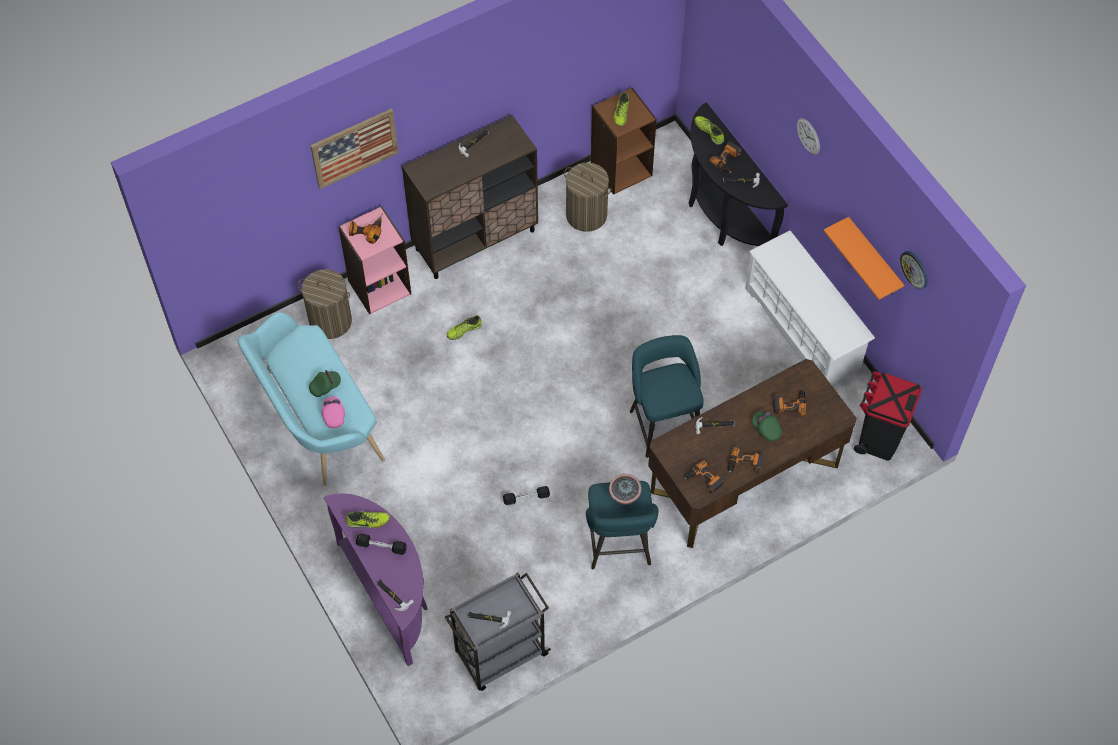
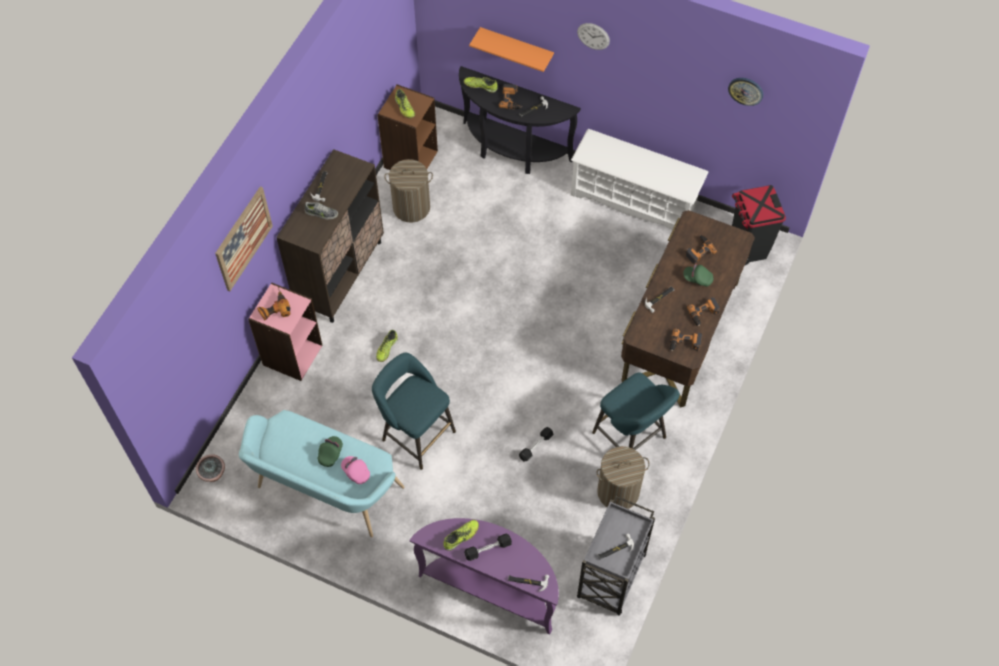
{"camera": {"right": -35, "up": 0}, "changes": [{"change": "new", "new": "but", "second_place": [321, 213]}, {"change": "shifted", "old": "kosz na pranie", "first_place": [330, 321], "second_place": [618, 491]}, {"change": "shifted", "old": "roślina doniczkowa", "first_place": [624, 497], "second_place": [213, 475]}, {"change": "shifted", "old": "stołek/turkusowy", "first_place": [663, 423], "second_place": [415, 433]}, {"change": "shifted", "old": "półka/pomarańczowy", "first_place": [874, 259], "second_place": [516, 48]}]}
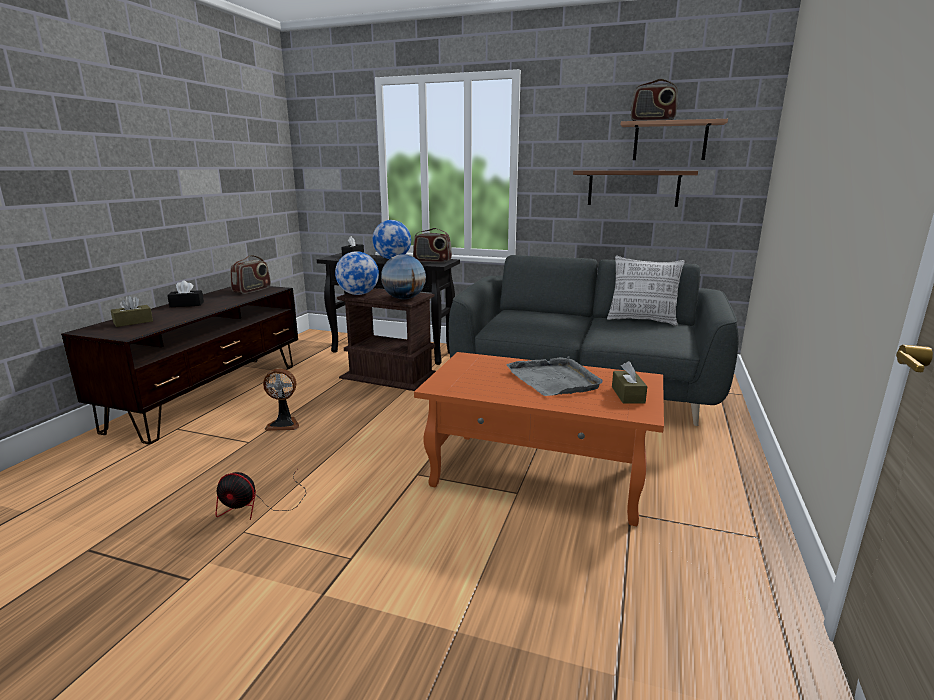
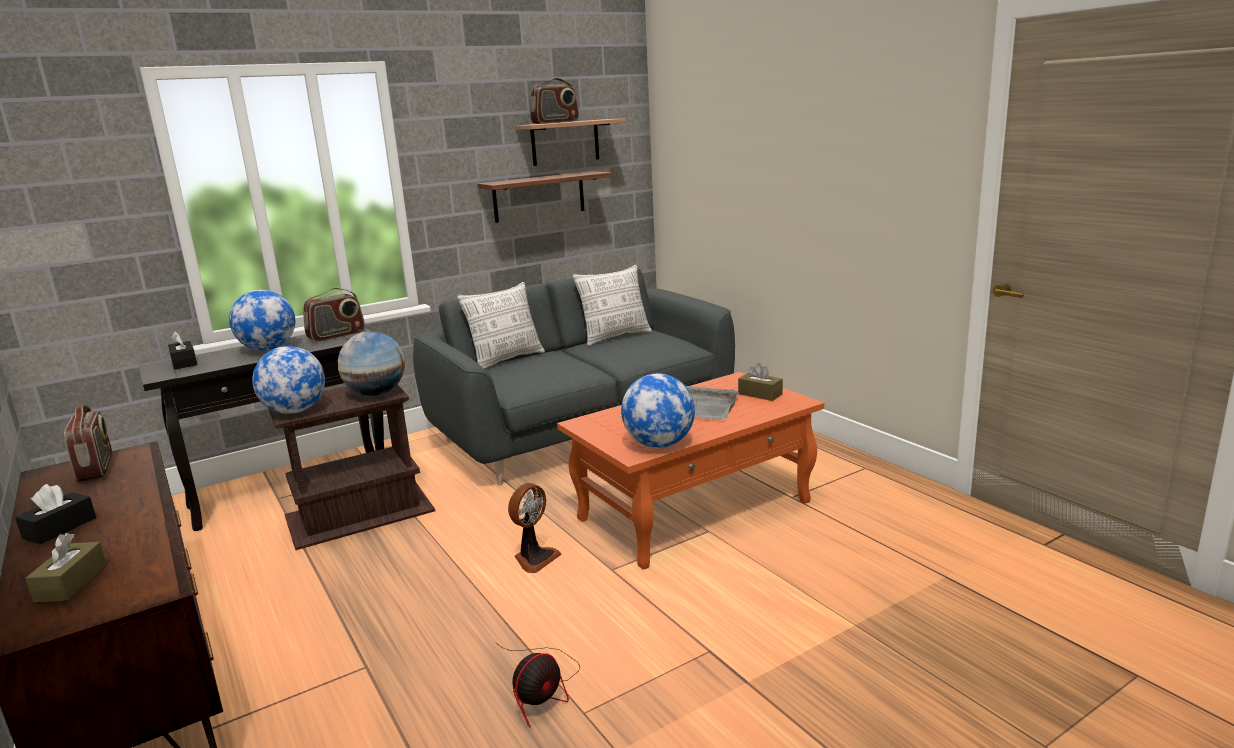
{"camera": {"right": -50, "up": 0}, "changes": [{"change": "new", "new": "poduszka", "second_place": [506, 360]}, {"change": "new", "new": "globus", "second_place": [659, 444]}, {"change": "shifted", "old": "wentylator", "first_place": [284, 424], "second_place": [534, 558]}]}
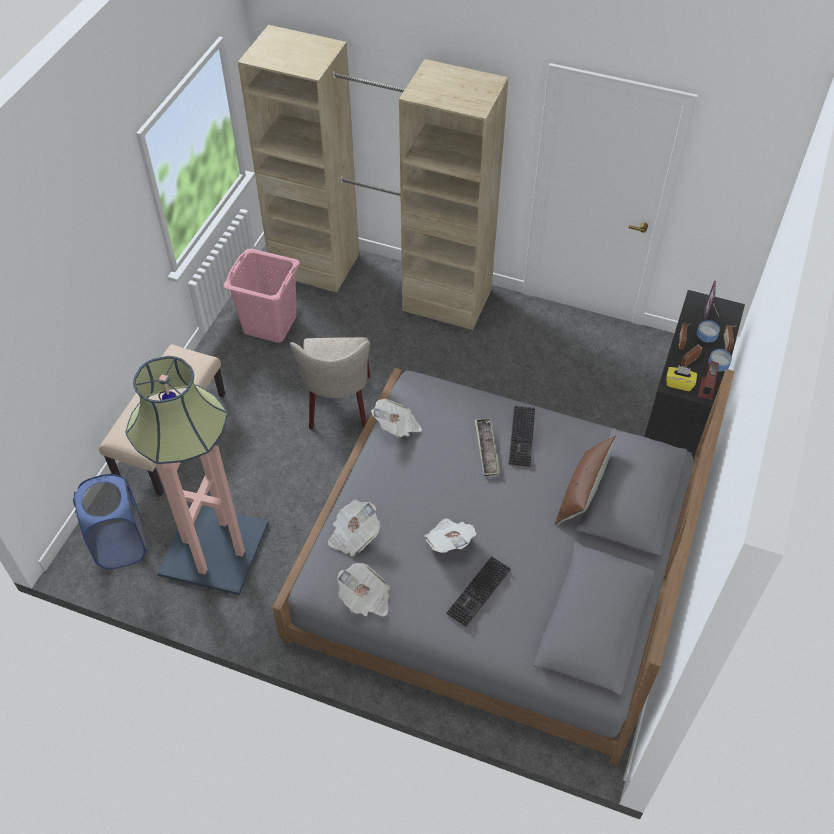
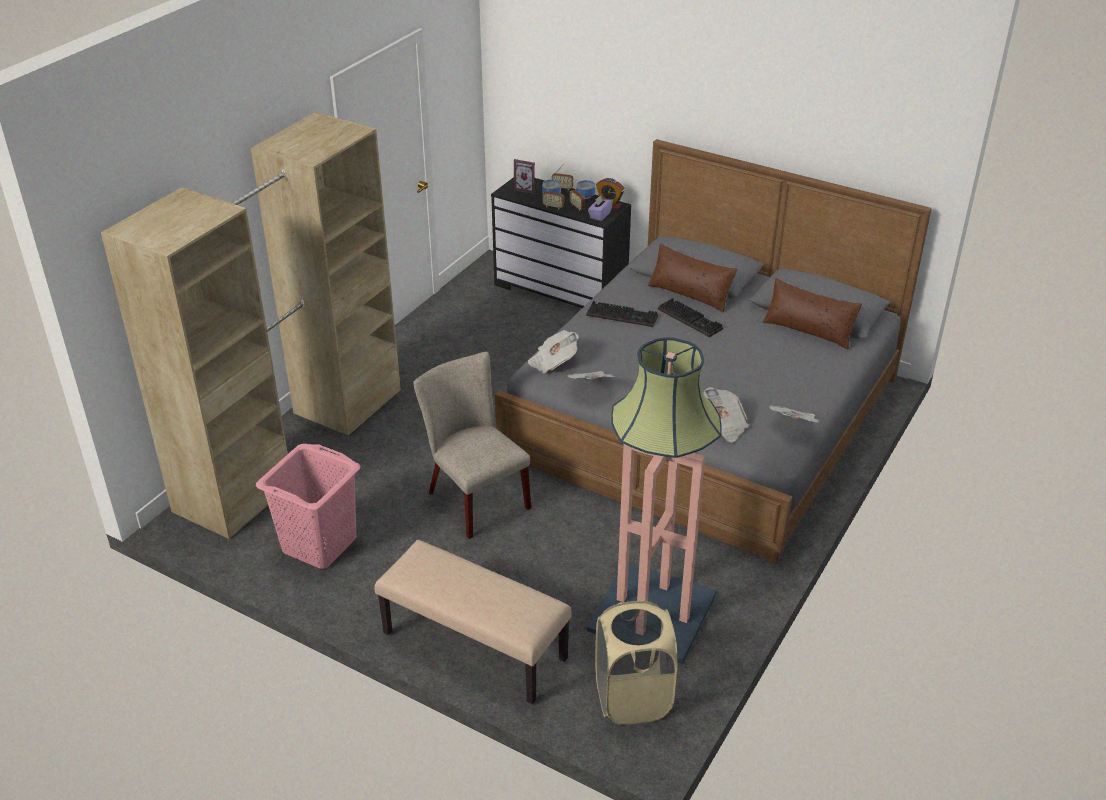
{"camera": {"right": -80, "up": -15}, "changes": [{"change": "gone", "old": "taca", "first_place": [486, 449]}, {"change": "new", "new": "poduszka/brązowy", "second_place": [808, 330]}, {"change": "shifted", "old": "gazeta", "first_place": [449, 541], "second_place": [553, 362]}, {"change": "shifted", "old": "klawiatura", "first_place": [479, 593], "second_place": [691, 319]}, {"change": "repainted", "old": "kosz na pranie/niebieski", "new": "kosz na pranie/beżowy", "first_place": [121, 544], "second_place": [633, 698]}, {"change": "repainted", "old": "pudełko chusteczek/żółty", "new": "pudełko chusteczek/fioletowy", "first_place": [679, 383], "second_place": [600, 215]}, {"change": "rotated", "old": "krzesło/beżowy", "first_place": [338, 406], "second_place": [473, 497], "degrees": -135}]}
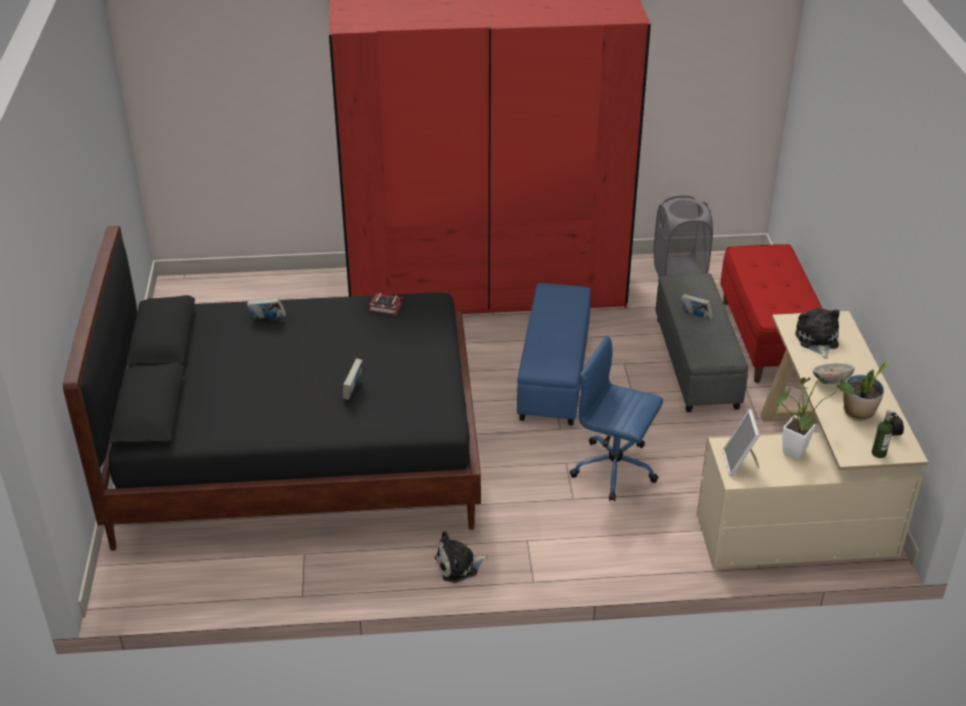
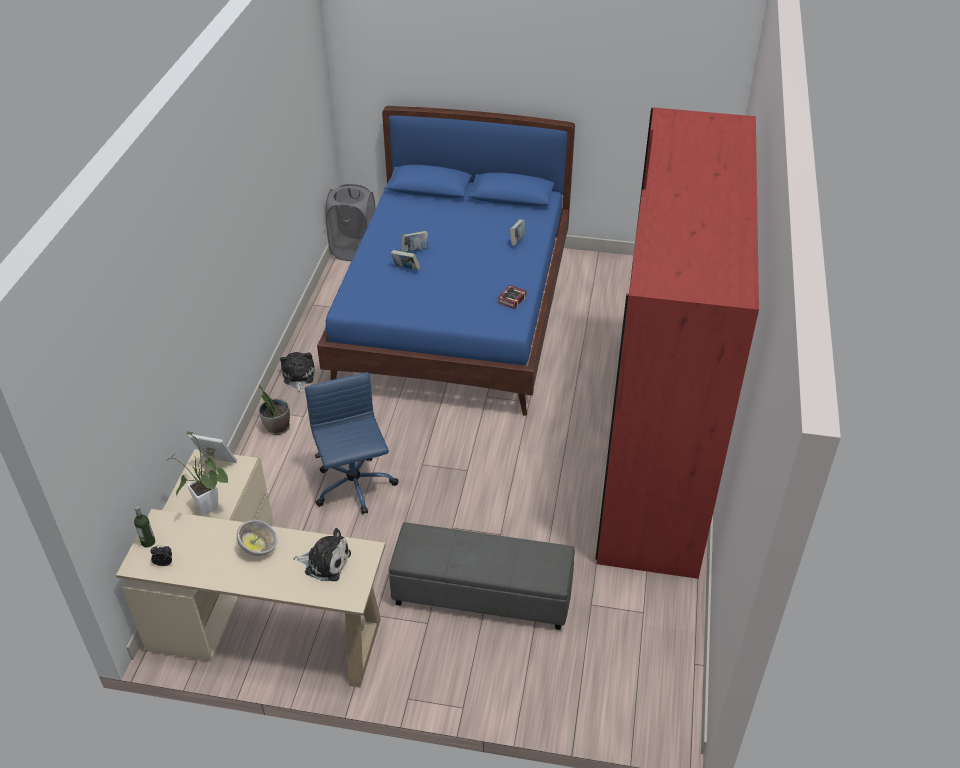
{"camera": {"right": 105, "up": 5}, "changes": [{"change": "gone", "old": "pufa/niebieski", "first_place": [555, 374]}, {"change": "gone", "old": "ławka/czerwony", "first_place": [767, 339]}, {"change": "shifted", "old": "kosz na pranie/szary", "first_place": [679, 274], "second_place": [354, 250]}, {"change": "shifted", "old": "książka", "first_place": [695, 317], "second_place": [415, 251]}, {"change": "shifted", "old": "roślina doniczkowa", "first_place": [858, 413], "second_place": [277, 427]}, {"change": "repainted", "old": "łóżko/czarny", "new": "łóżko/niebieski", "first_place": [298, 453], "second_place": [455, 316]}, {"change": "rotated", "old": "krzesło biurowe/niebieski", "first_place": [616, 469], "second_place": [354, 487], "degrees": -60}]}
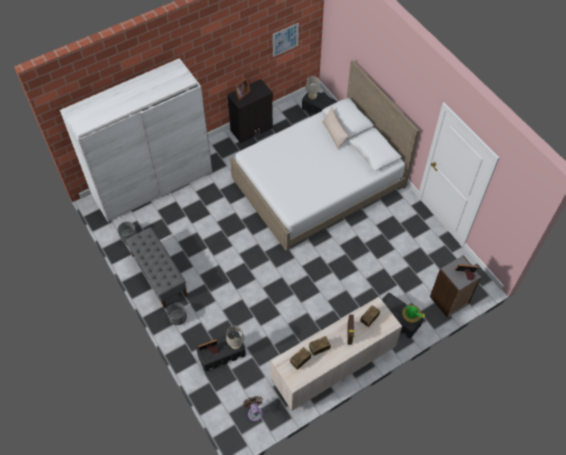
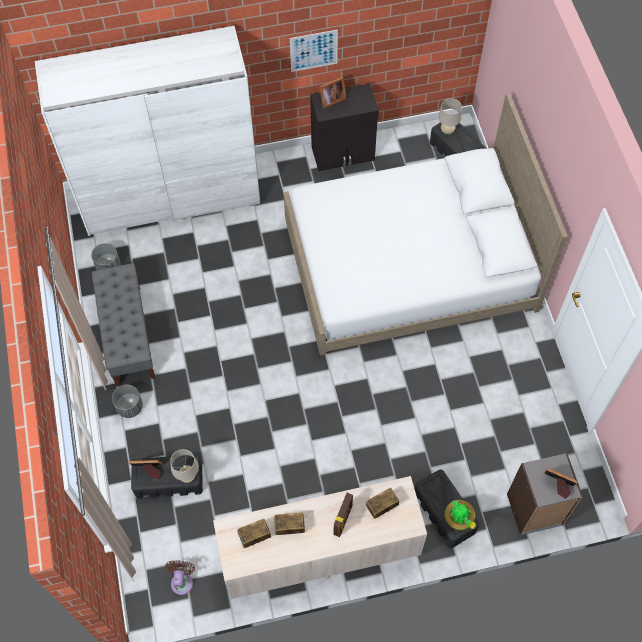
{"camera": {"right": 20, "up": 5}, "changes": [{"change": "gone", "old": "poduszka/beżowy", "first_place": [334, 134]}, {"change": "shifted", "old": "obraz", "first_place": [285, 39], "second_place": [314, 50]}]}
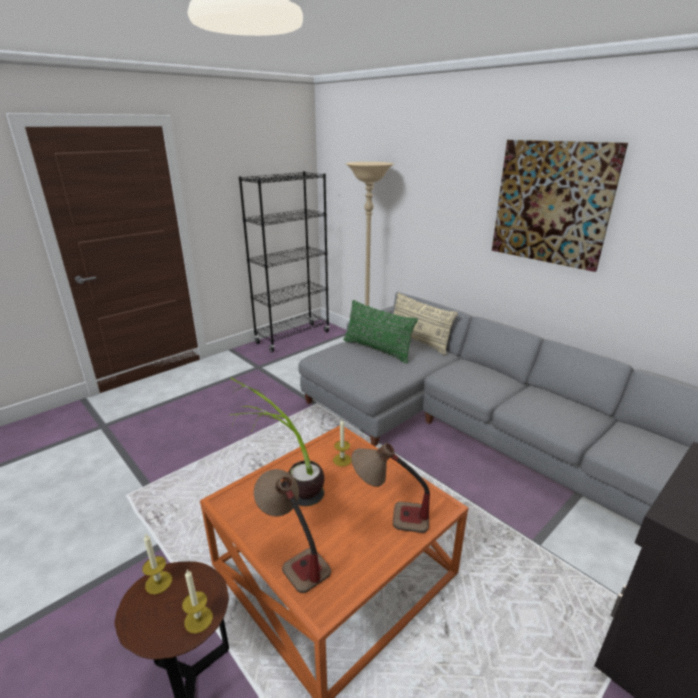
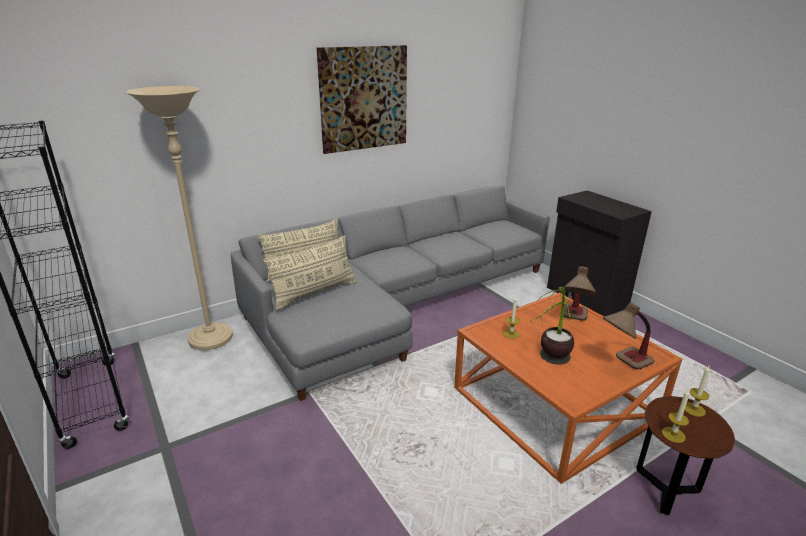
{"camera": {"right": -80, "up": 0}, "changes": [{"change": "repainted", "old": "poduszka/zielony", "new": "poduszka/beżowy", "first_place": [377, 349], "second_place": [314, 293]}]}
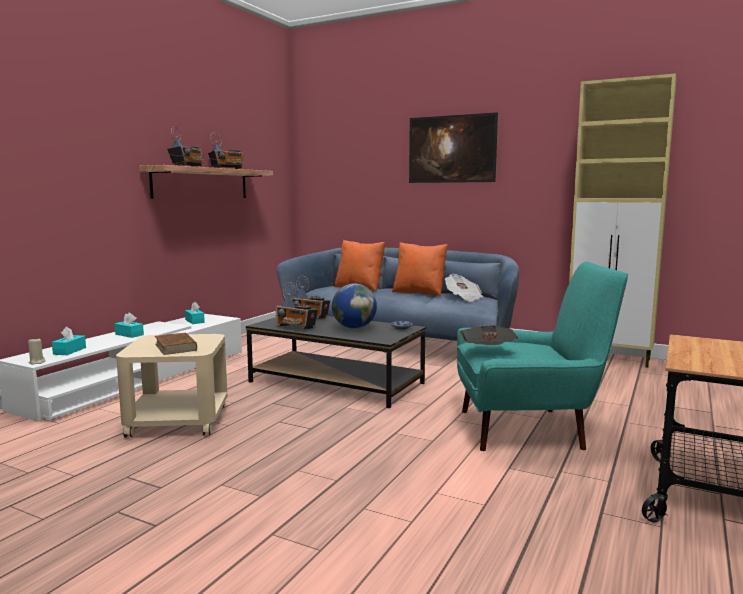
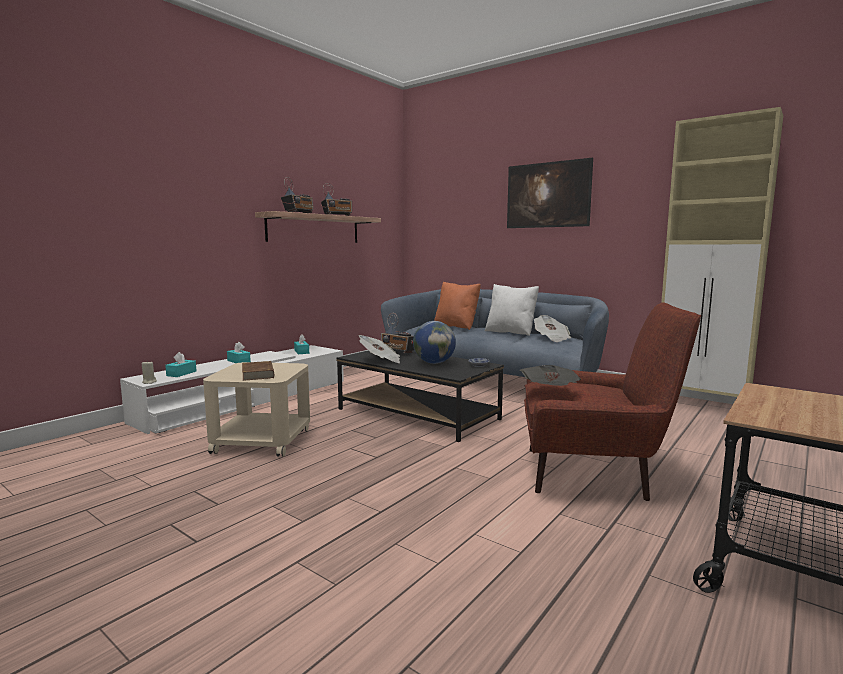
{"camera": {"right": 10, "up": 0}, "changes": [{"change": "swapped", "old": "radio", "new": "gazeta", "first_place": [296, 327], "second_place": [380, 360]}, {"change": "repainted", "old": "poduszka/pomarańczowy", "new": "poduszka/biały", "first_place": [419, 293], "second_place": [510, 332]}, {"change": "repainted", "old": "fotel/turkusowy", "new": "fotel/czerwony", "first_place": [529, 429], "second_place": [593, 473]}]}
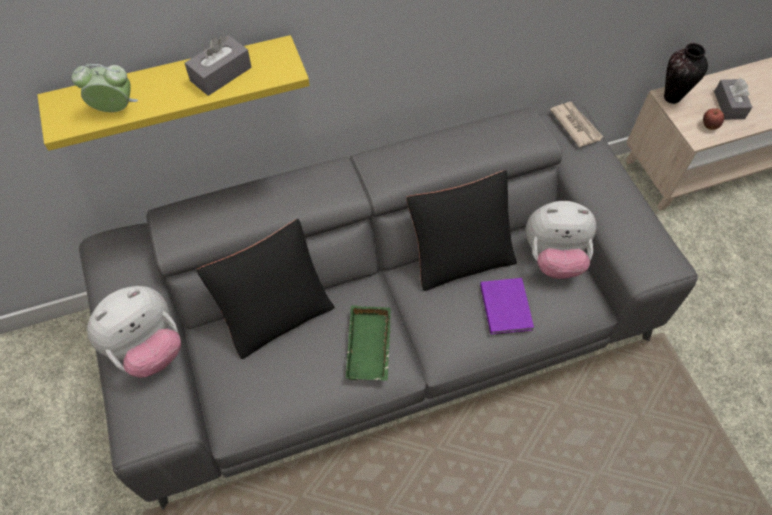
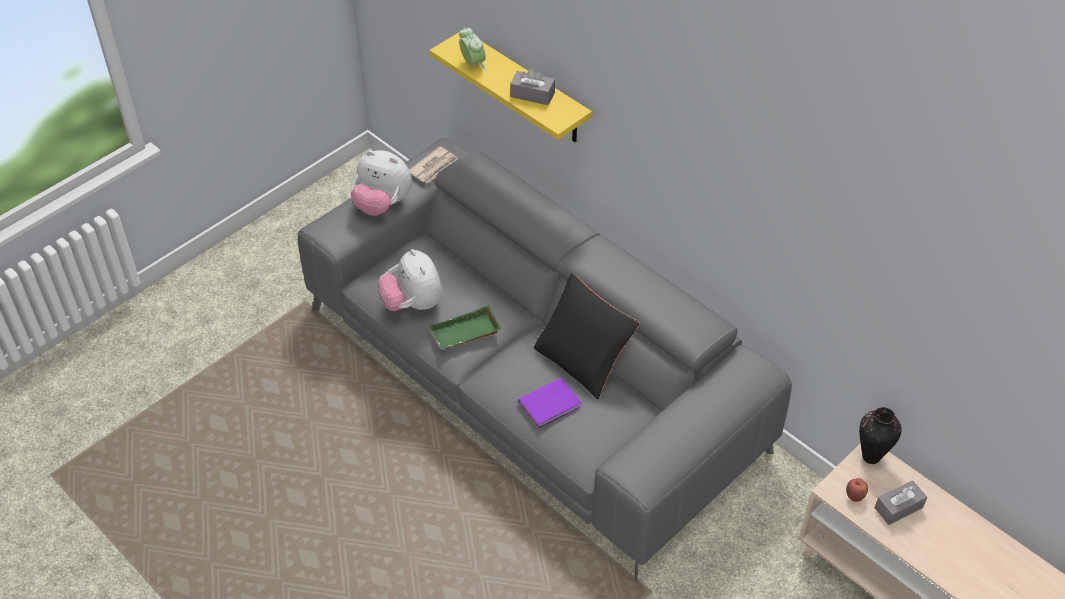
{"camera": {"right": 65, "up": -10}, "changes": [{"change": "gone", "old": "poduszka/czarny", "first_place": [275, 310]}, {"change": "shifted", "old": "pluszak", "first_place": [553, 257], "second_place": [413, 304]}, {"change": "shifted", "old": "gazeta", "first_place": [575, 125], "second_place": [434, 167]}]}
